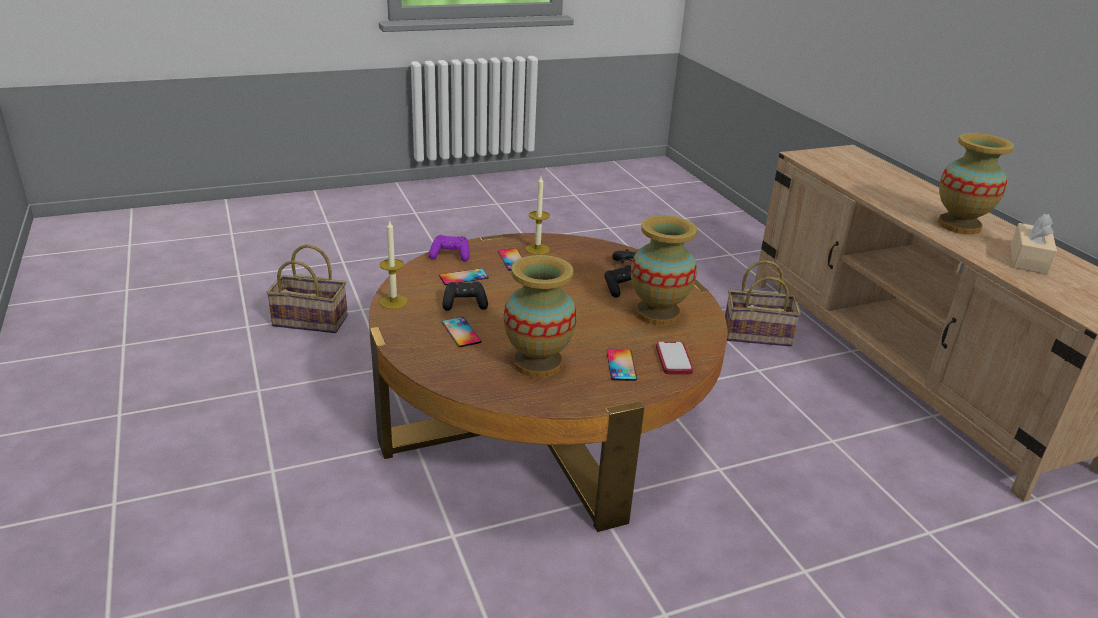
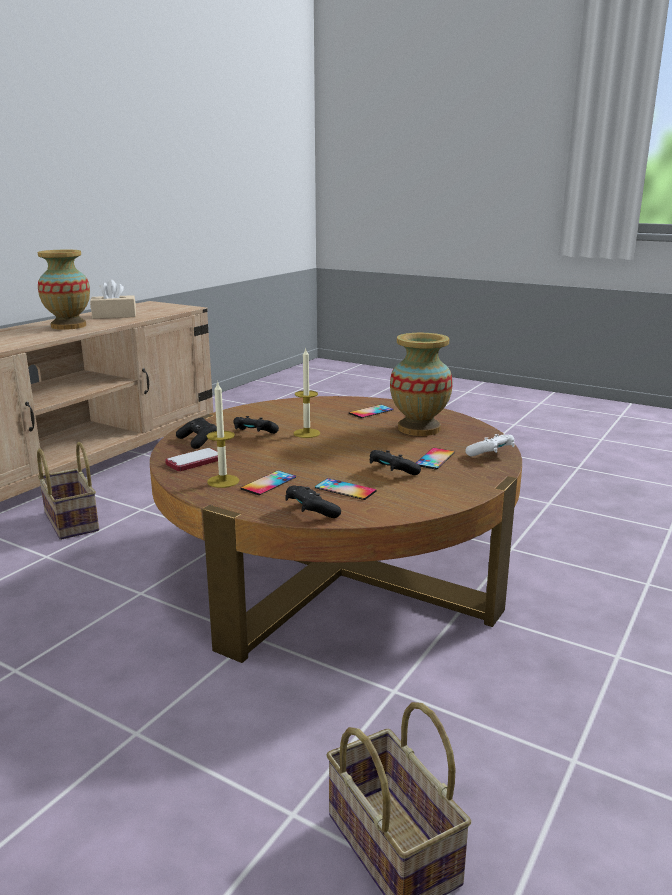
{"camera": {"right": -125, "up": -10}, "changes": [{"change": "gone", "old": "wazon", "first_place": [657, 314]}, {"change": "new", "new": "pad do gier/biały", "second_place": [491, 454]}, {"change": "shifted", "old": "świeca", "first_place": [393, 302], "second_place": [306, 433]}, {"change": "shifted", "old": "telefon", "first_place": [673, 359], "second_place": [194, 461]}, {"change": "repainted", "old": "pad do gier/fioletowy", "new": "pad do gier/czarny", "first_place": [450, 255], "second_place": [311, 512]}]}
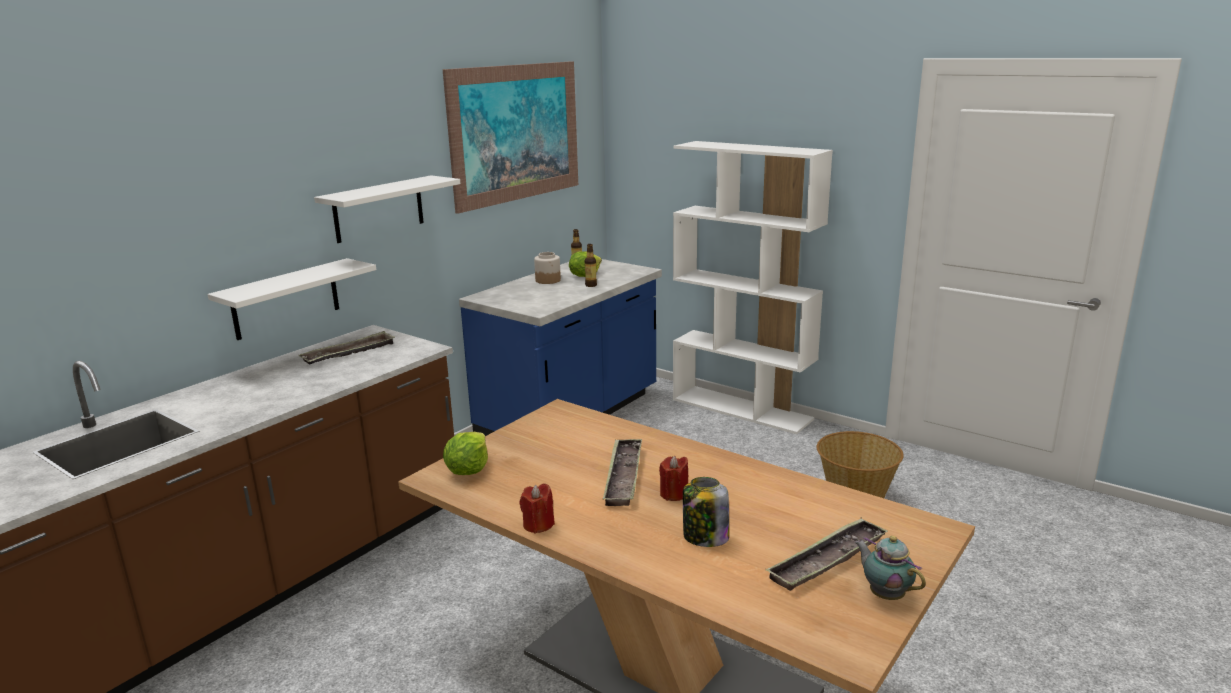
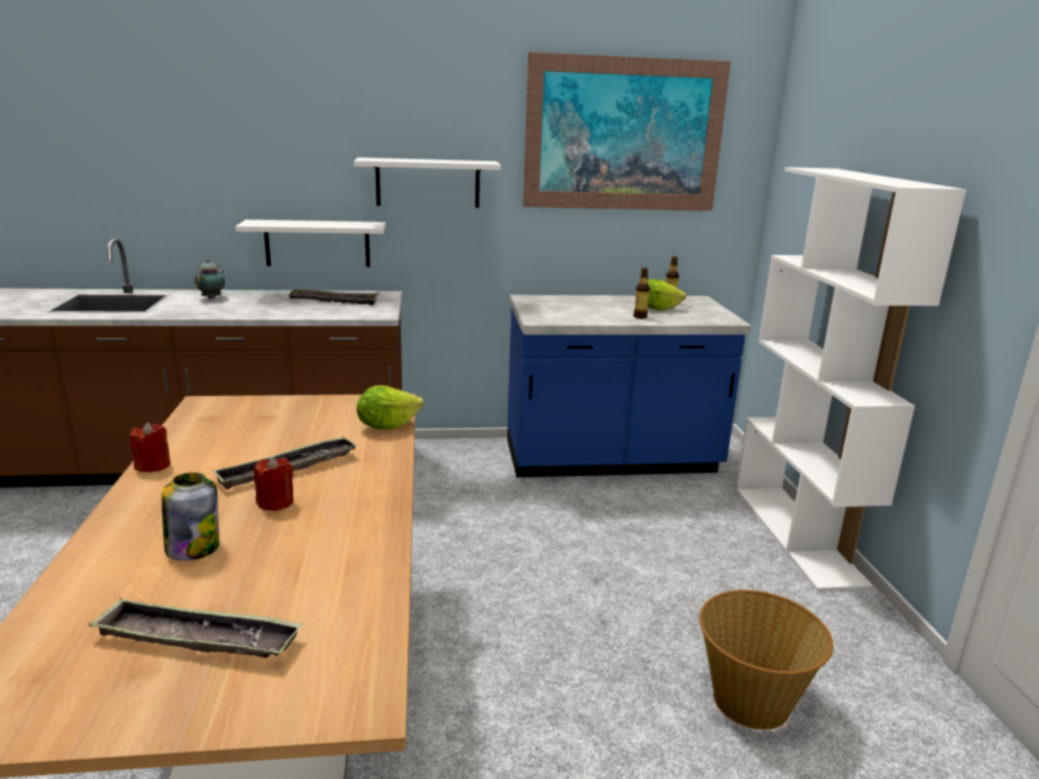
{"camera": {"right": 45, "up": 0}, "changes": [{"change": "gone", "old": "słoik", "first_place": [548, 280]}, {"change": "shifted", "old": "sałata", "first_place": [468, 470], "second_place": [387, 426]}, {"change": "shifted", "old": "imbryk", "first_place": [885, 594], "second_place": [213, 298]}]}
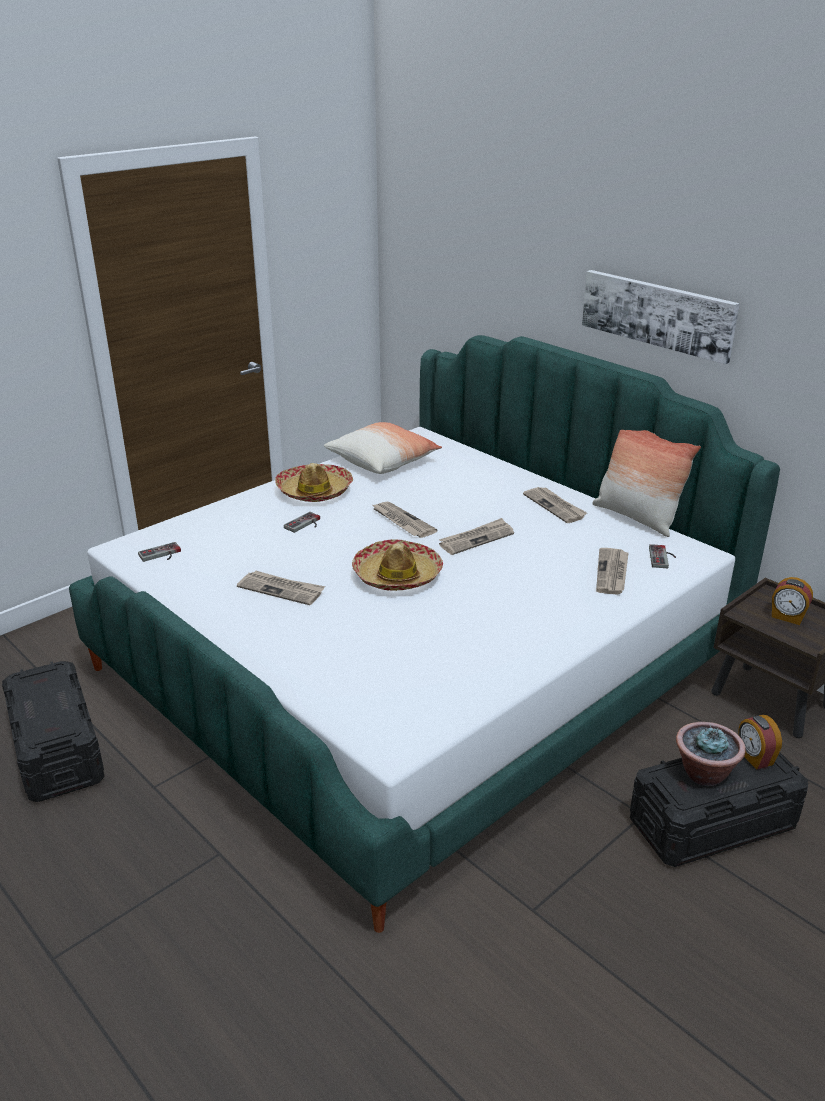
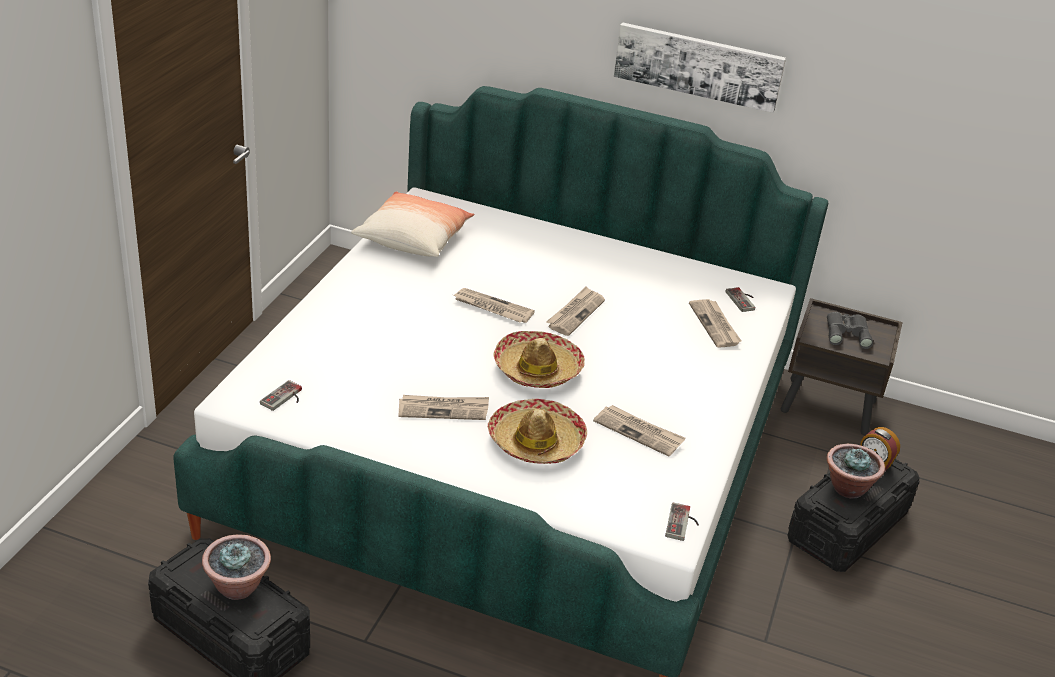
{"camera": {"right": -30, "up": 5}, "changes": [{"change": "gone", "old": "poduszka", "first_place": [636, 517]}, {"change": "new", "new": "roślina doniczkowa", "second_place": [238, 586]}, {"change": "shifted", "old": "kapelusz", "first_place": [314, 491], "second_place": [536, 441]}, {"change": "shifted", "old": "pad do gier", "first_place": [305, 525], "second_place": [683, 524]}, {"change": "shifted", "old": "gazeta", "first_place": [555, 506], "second_place": [639, 432]}, {"change": "swapped", "old": "budzik", "new": "lornetka/szary", "first_place": [787, 617], "second_place": [847, 333]}]}
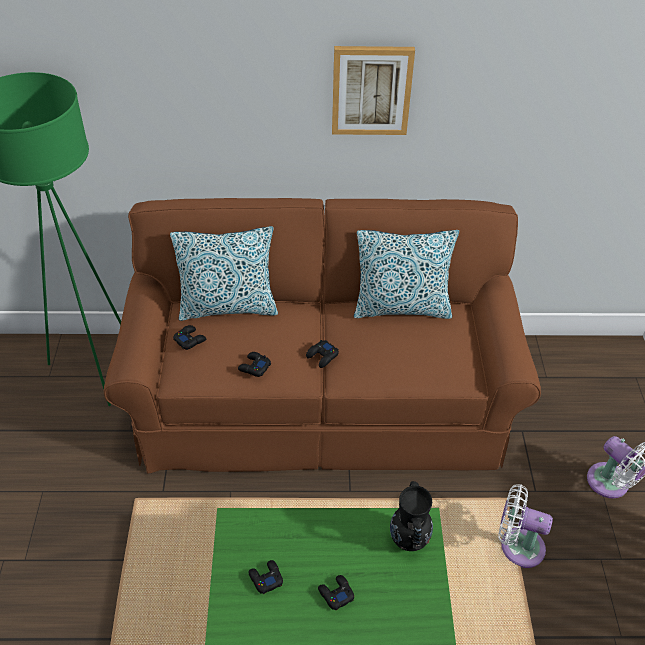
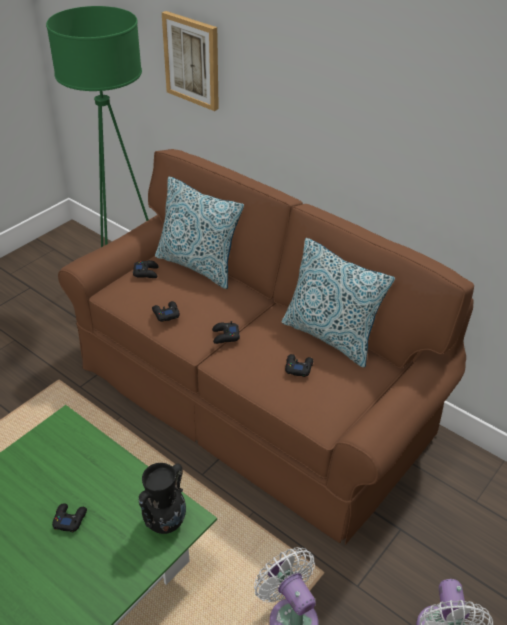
{"camera": {"right": 40, "up": -5}, "changes": [{"change": "shifted", "old": "pad do gier/czarny", "first_place": [265, 578], "second_place": [298, 367]}, {"change": "shifted", "old": "obraz", "first_place": [371, 90], "second_place": [192, 60]}]}
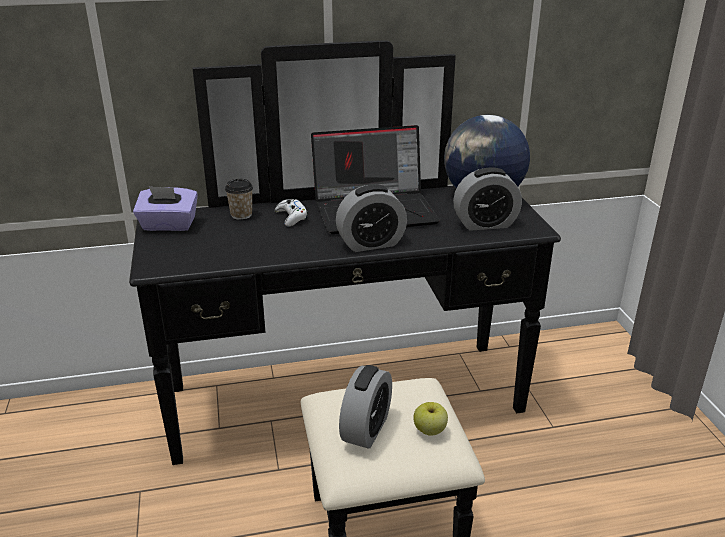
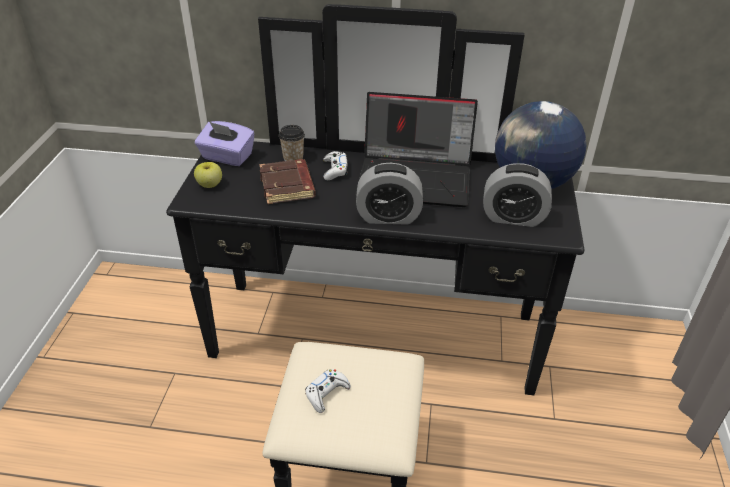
{"camera": {"right": 20, "up": 10}, "changes": [{"change": "new", "new": "książka/brązowy", "second_place": [288, 186]}, {"change": "shifted", "old": "jabłko", "first_place": [430, 430], "second_place": [210, 185]}, {"change": "swapped", "old": "budzik", "new": "pad do gier/biały", "first_place": [366, 429], "second_place": [326, 393]}]}
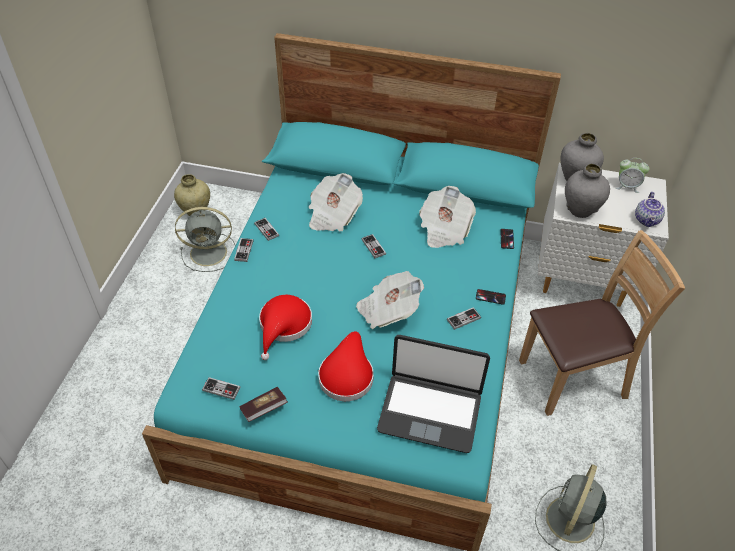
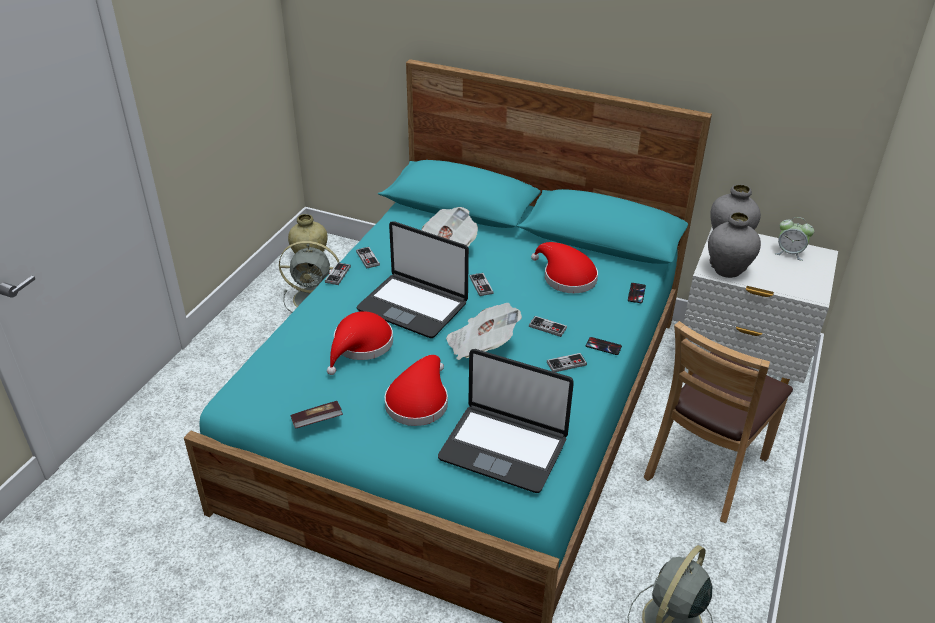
{"camera": {"right": 10, "up": -10}, "changes": [{"change": "gone", "old": "imbryk", "first_place": [647, 220]}, {"change": "new", "new": "laptop", "second_place": [413, 306]}, {"change": "shifted", "old": "pad do gier", "first_place": [221, 389], "second_place": [547, 327]}, {"change": "swapped", "old": "gazeta", "new": "kapelusz/czerwony", "first_place": [444, 229], "second_place": [566, 277]}, {"change": "rotated", "old": "krzesło/brązowy", "first_place": [573, 378], "second_place": [707, 470], "degrees": 135}]}
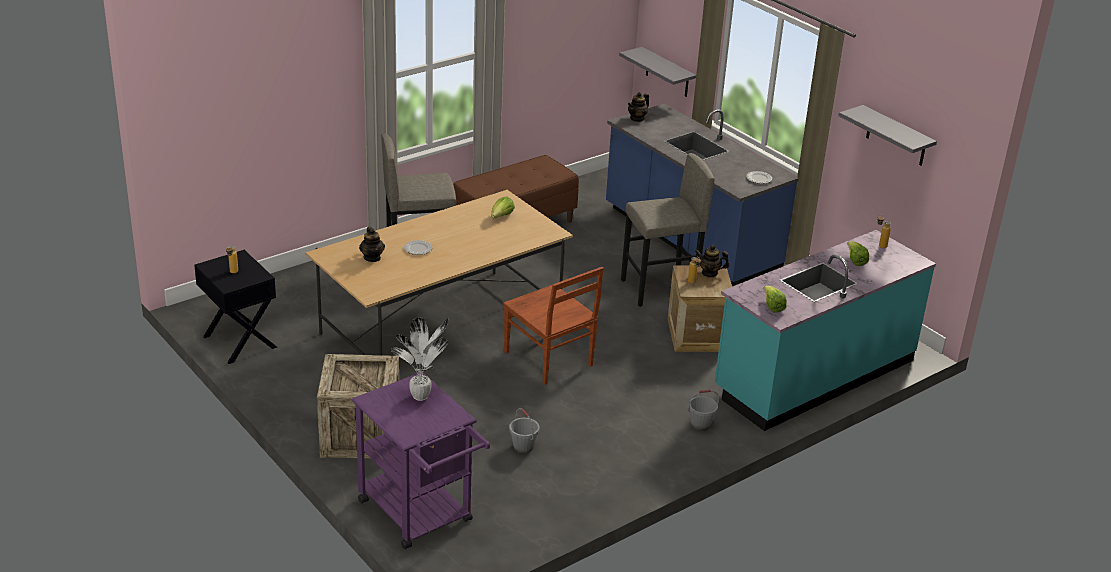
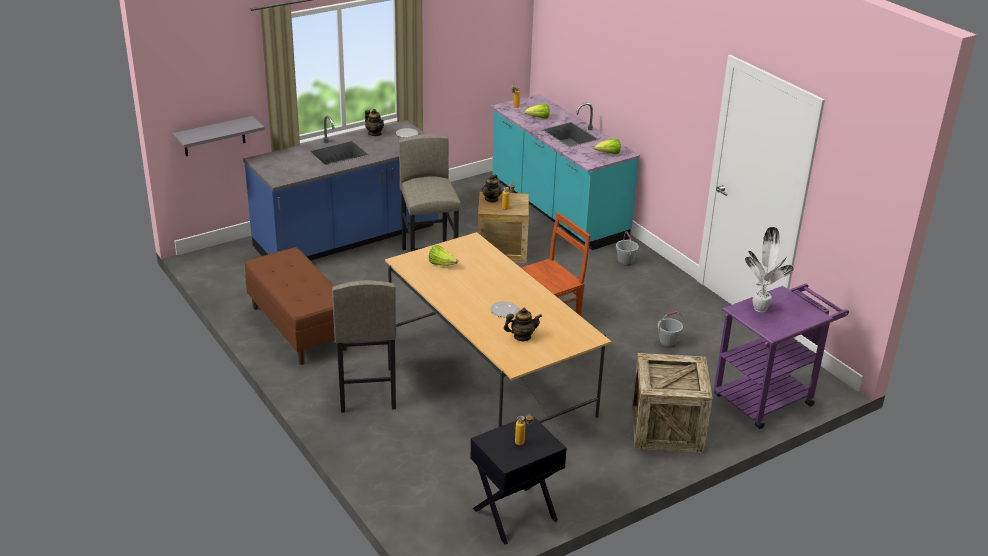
{"camera": {"right": -85, "up": 0}, "changes": [{"change": "gone", "old": "półka/szary", "first_place": [896, 136]}, {"change": "shifted", "old": "imbryk", "first_place": [637, 118], "second_place": [374, 133]}]}
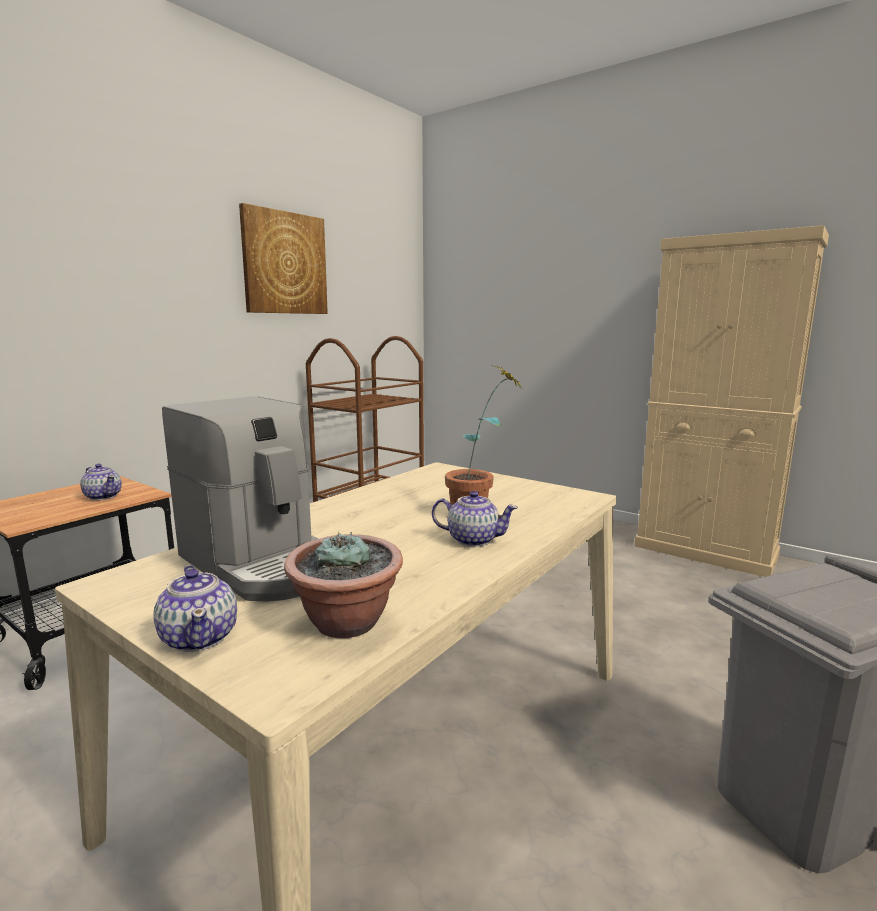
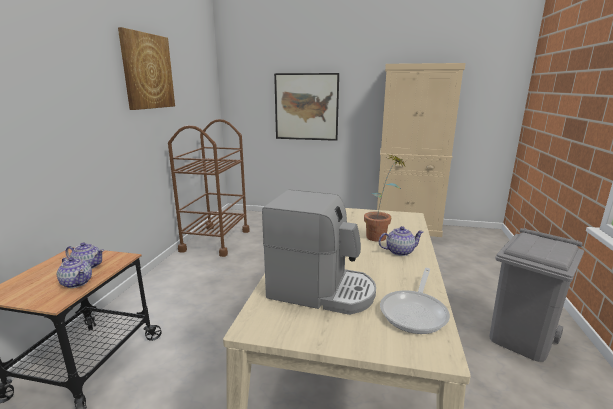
{"camera": {"right": -25, "up": 5}, "changes": [{"change": "new", "new": "obraz", "second_place": [306, 107]}, {"change": "shifted", "old": "imbryk", "first_place": [200, 637], "second_place": [77, 282]}, {"change": "swapped", "old": "roślina doniczkowa", "new": "patelnia", "first_place": [347, 623], "second_place": [415, 312]}]}
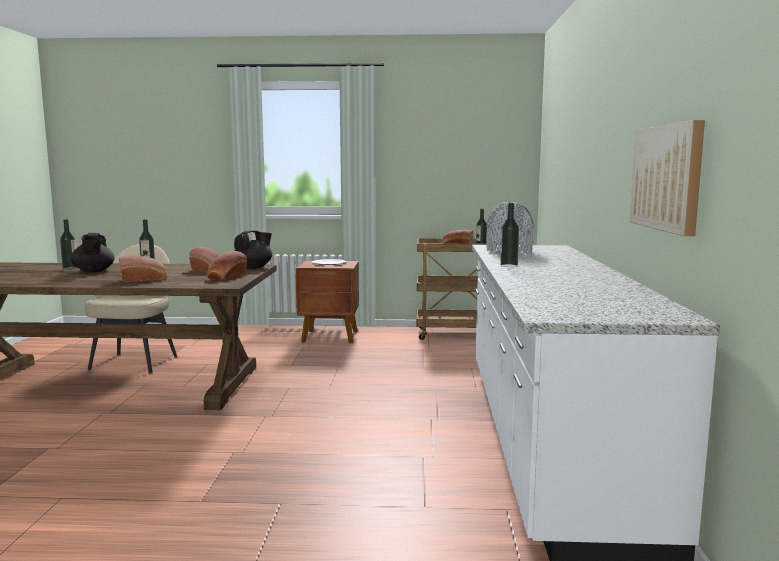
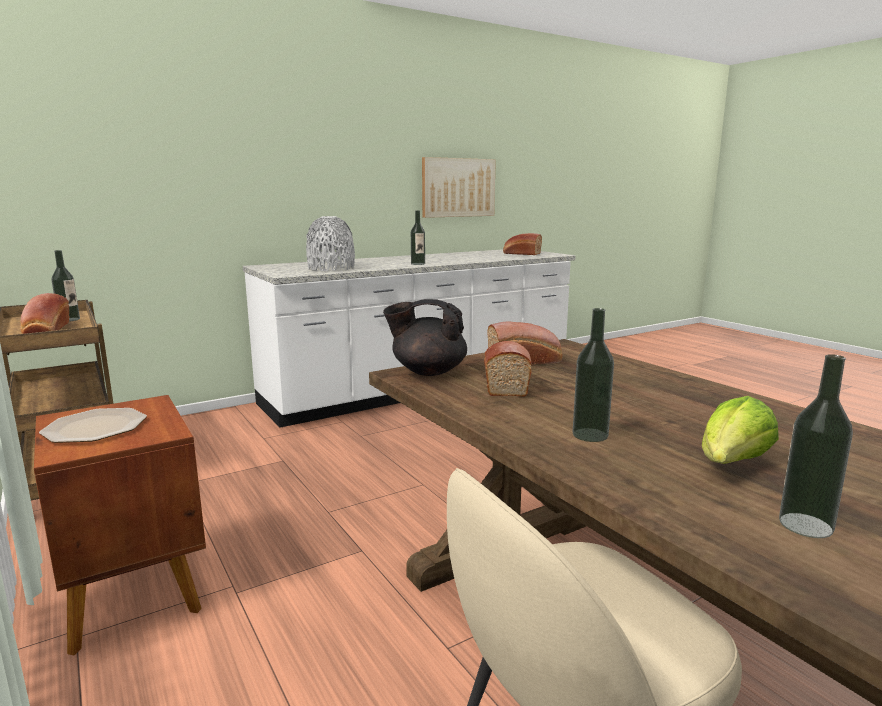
{"camera": {"right": -125, "up": 5}, "changes": [{"change": "shifted", "old": "chleb", "first_place": [144, 279], "second_place": [521, 253]}, {"change": "swapped", "old": "imbryk/czarny", "new": "sałata", "first_place": [93, 271], "second_place": [732, 465]}]}
